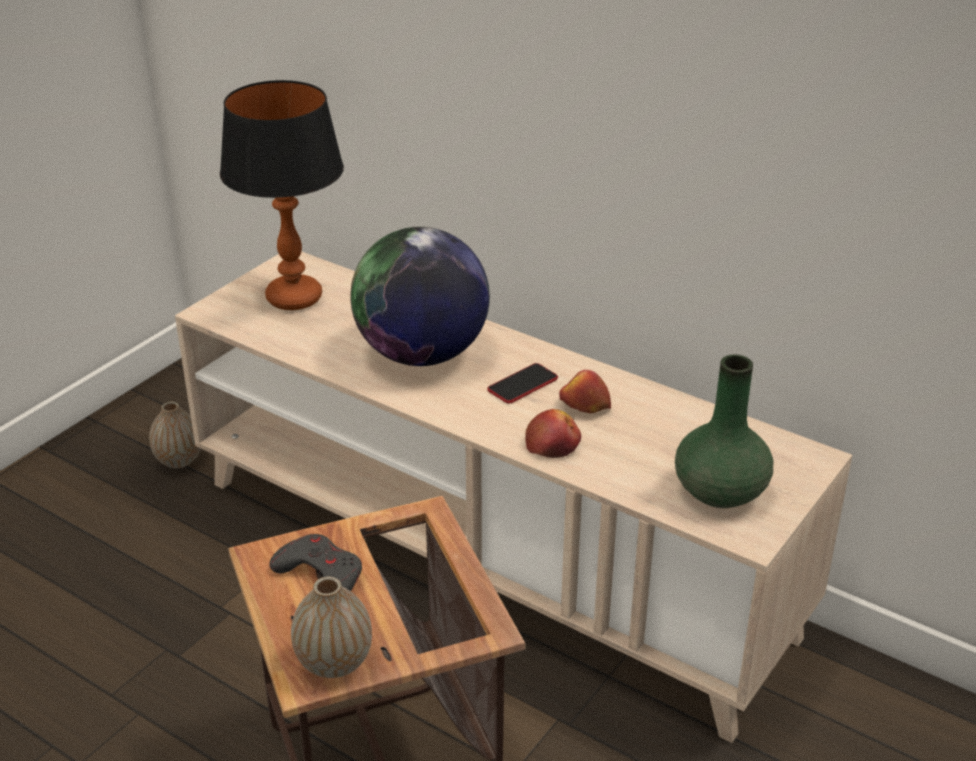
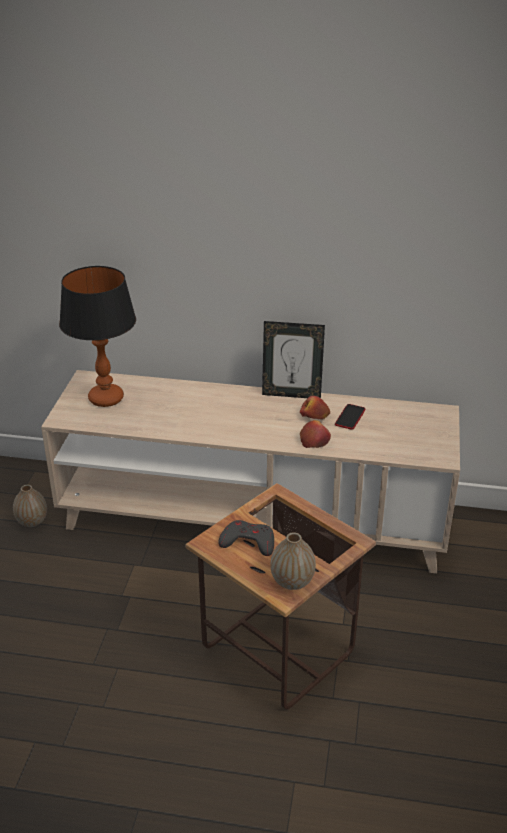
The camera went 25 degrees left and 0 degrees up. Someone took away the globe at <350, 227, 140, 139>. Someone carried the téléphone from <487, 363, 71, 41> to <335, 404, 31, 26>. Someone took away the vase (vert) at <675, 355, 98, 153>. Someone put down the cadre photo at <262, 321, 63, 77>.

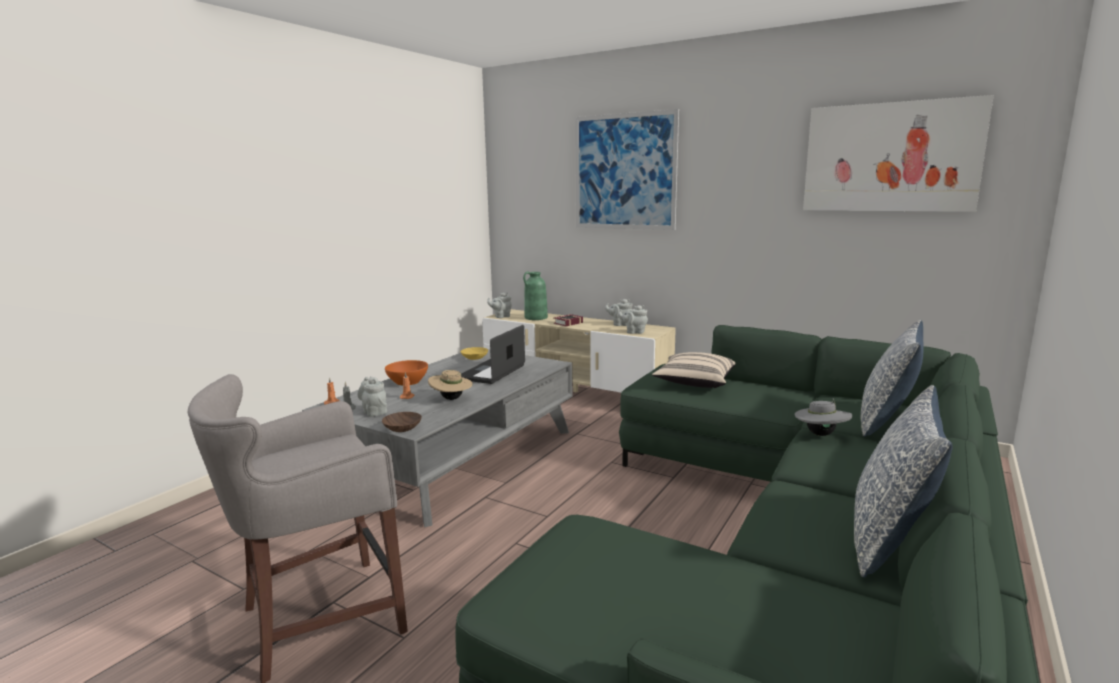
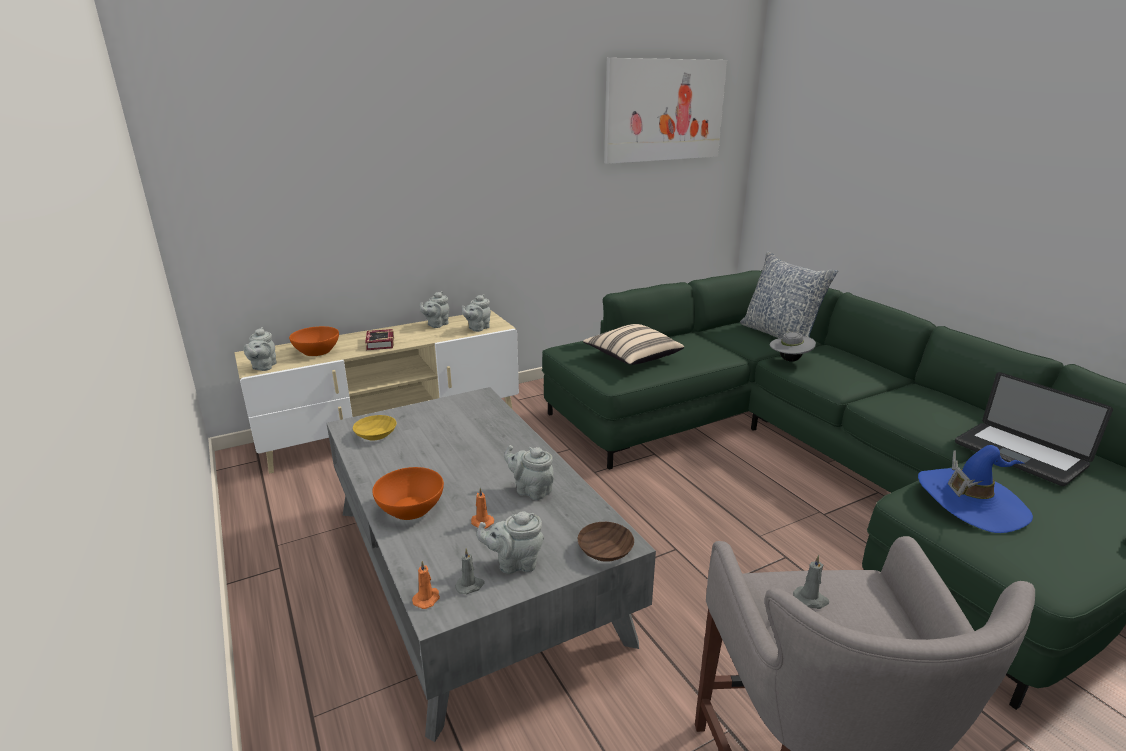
The camera went 60 degrees left and 10 degrees up. Someone swapped the chapeau (beige) at <428, 370, 45, 30> for the théière (gris) at <504, 445, 50, 55>. Someone carried the ordinateur portable from <461, 325, 64, 59> to <955, 372, 158, 114>. Someone swapped the vase (vert) at <523, 272, 25, 48> for the bol (orange) at <289, 326, 50, 30>. Someone took away the tableau at <575, 109, 104, 121>. Someone took away the coussin at <854, 385, 99, 193>. Someone put down the bougie (gris) at <793, 555, 36, 54>. Someone put down the chapeau (bleu) at <918, 445, 115, 88>.

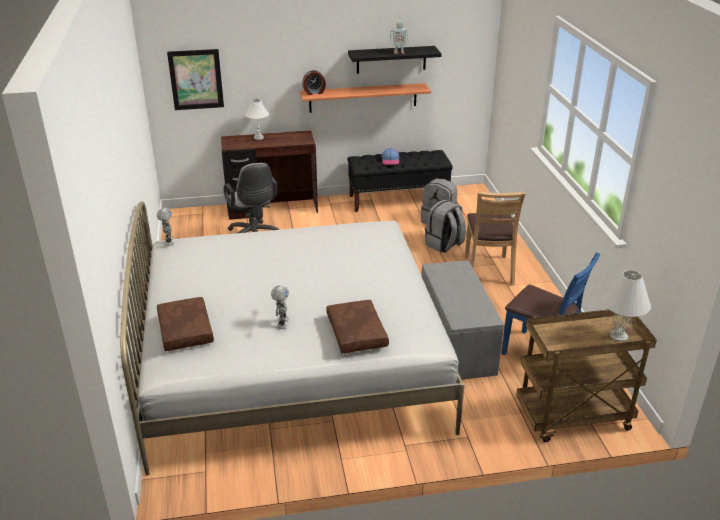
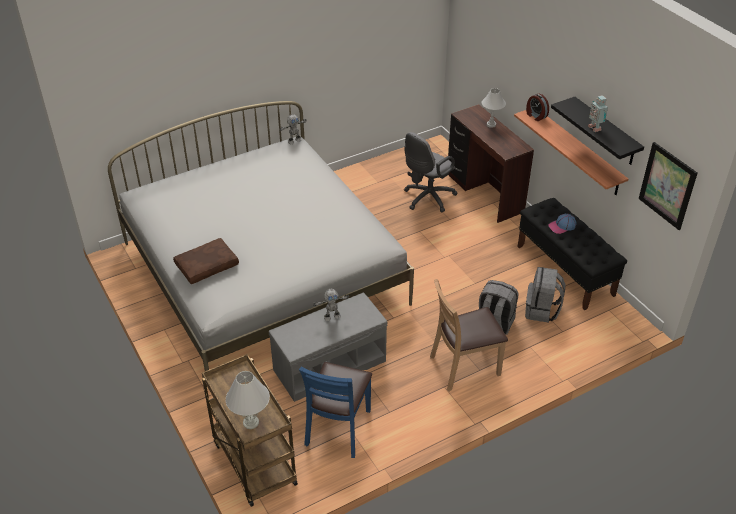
The camera went 70 degrees right and 10 degrees up. Someone took away the coussin (marron) at <157, 297, 57, 54>. Someone carried the tableau from <167, 49, 57, 61> to <639, 142, 58, 88>. Someone carried the robot jouet from <271, 285, 18, 44> to <313, 289, 36, 32>.

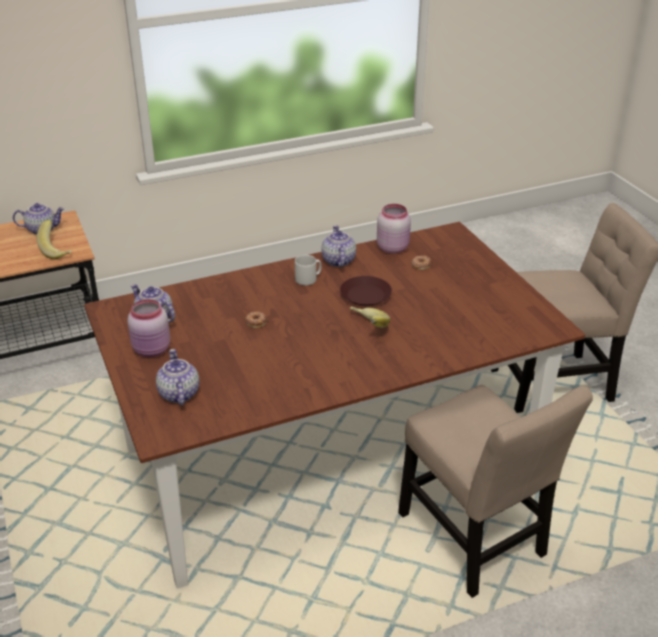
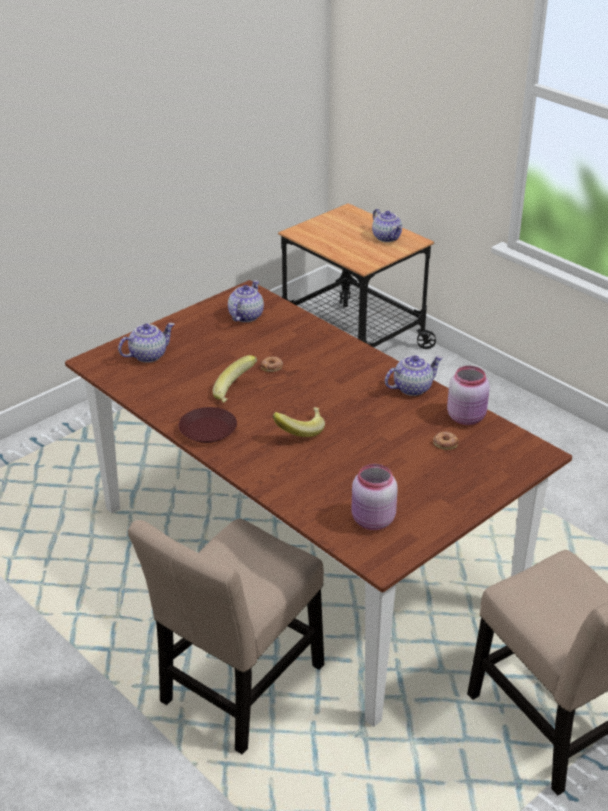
The camera went 70 degrees right and 0 degrees up. Someone carried the banane from <37, 220, 34, 39> to <213, 355, 44, 48>. Someone carried the bocal (rose) from <127, 299, 43, 58> to <351, 464, 46, 66>. Someone took away the mug (gris) at <295, 255, 26, 31>. Someone carried the assiette (marron) from <340, 276, 52, 30> to <178, 407, 59, 36>.

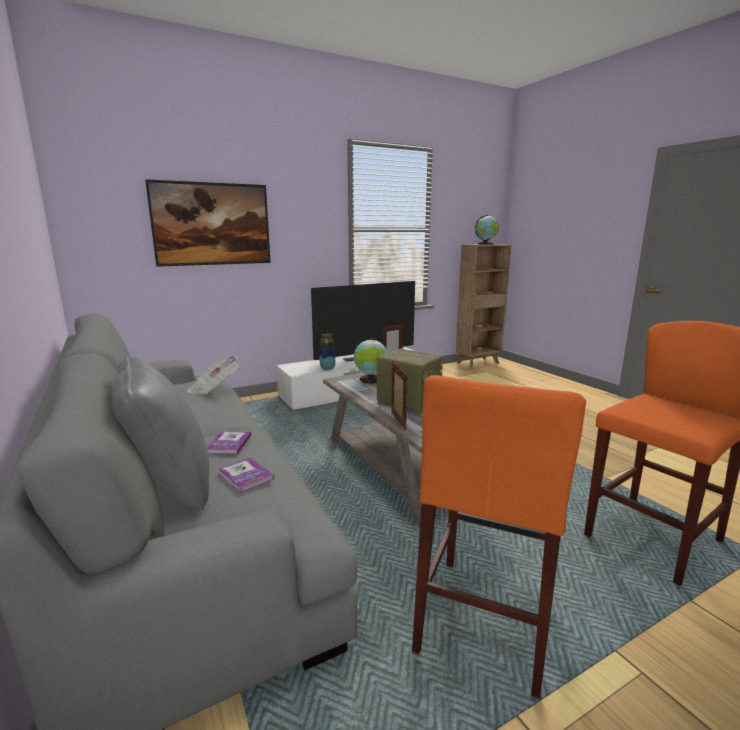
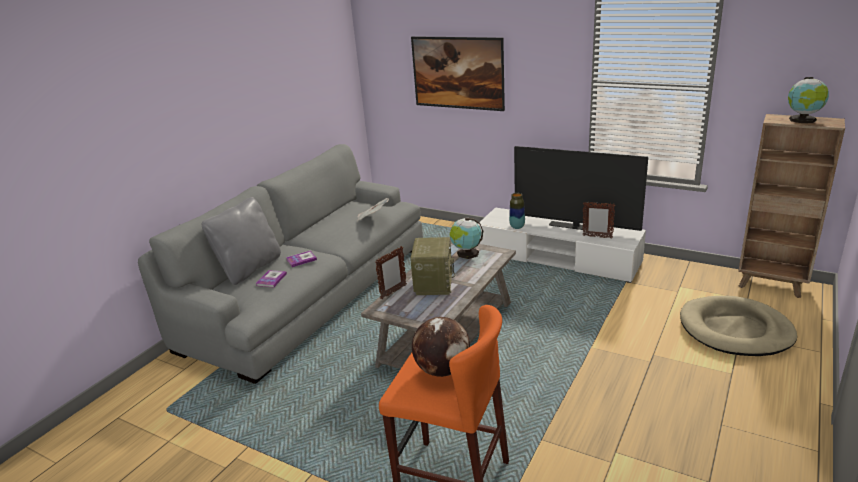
The camera went 60 degrees right and 10 degrees up. Someone took away the tabouret (orange) at <412, 375, 174, 324>. Someone put down the globe at <412, 317, 58, 60>. Someone put down the panier pour chien (beige) at <680, 296, 117, 60>.

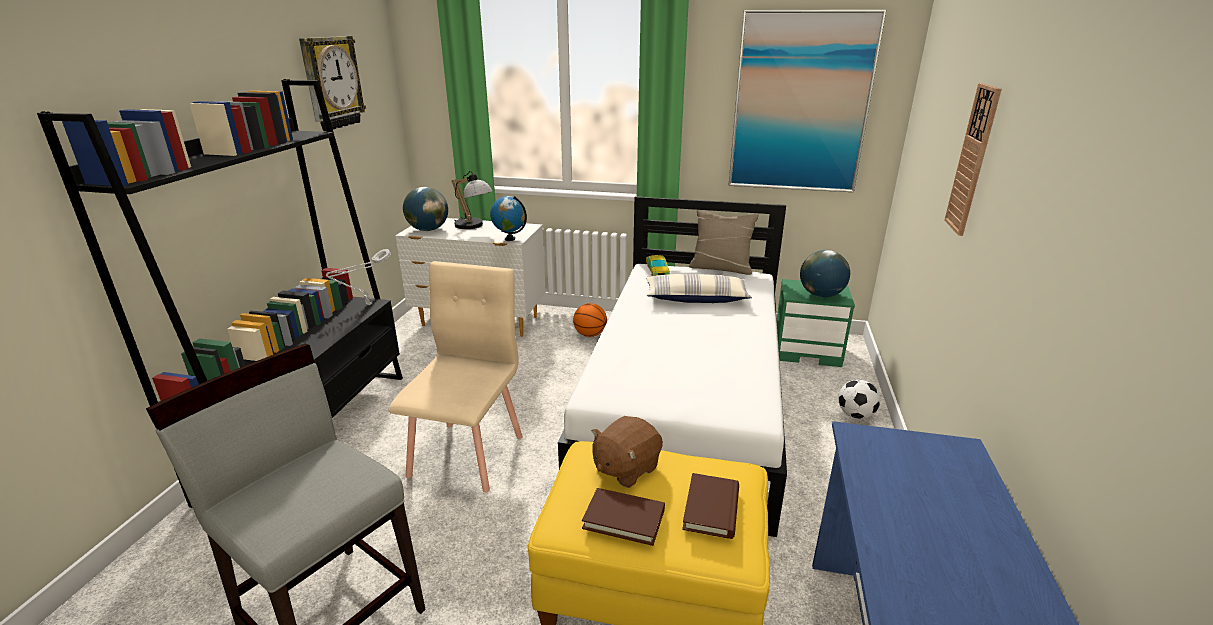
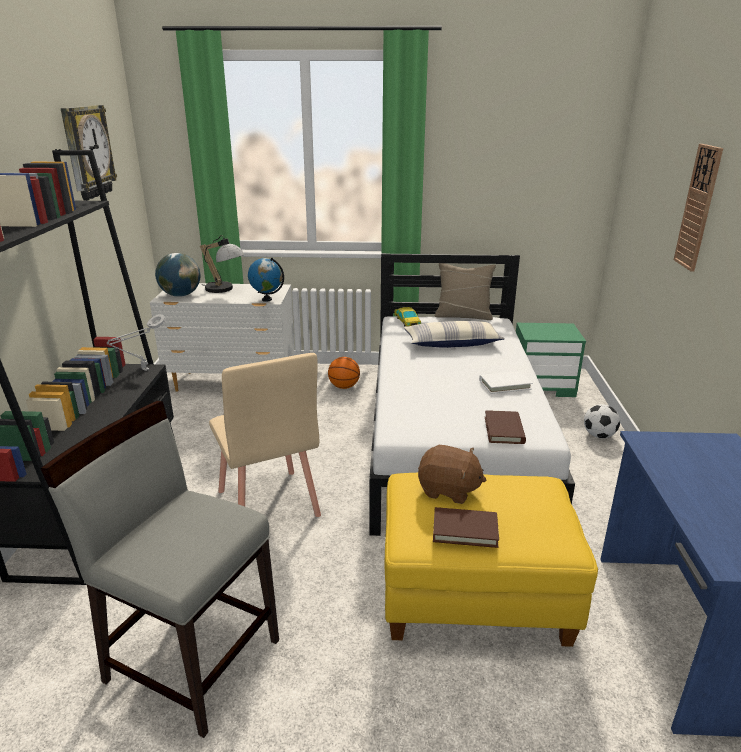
The camera went 10 degrees left and 0 degrees up. Someone rotated the chaise (beige) at <389, 261, 134, 232> by 150 degrees clockwise. Someone rotated the peluche (marron) at <591, 416, 72, 72> by 105 degrees counterclockwise. Someone carried the livre (marron) from <682, 473, 57, 66> to <485, 410, 41, 34>. Someone took away the tableau at <728, 10, 158, 182>. Someone took away the globe at <800, 250, 50, 48>. Someone put down the livre (blanc) at <479, 371, 54, 23>.

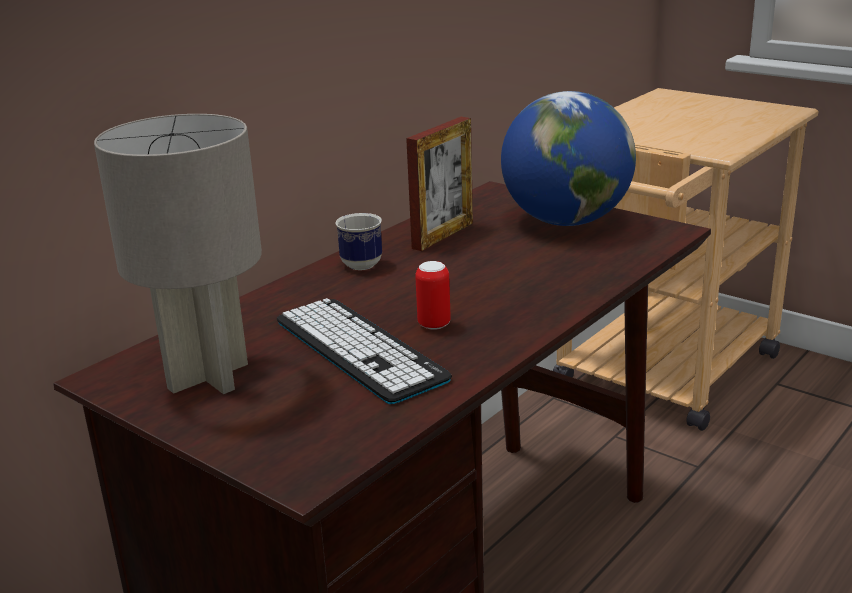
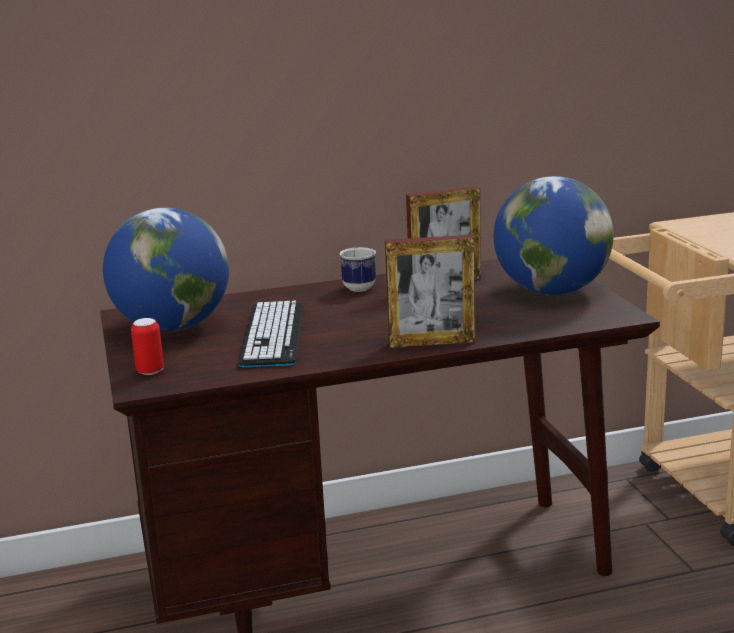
The camera went 35 degrees right and 5 degrees down. Someone swapped the lampe de table (gris) at <94, 114, 168, 280> for the globe at <103, 208, 126, 124>. Someone carried the boîte métallique from <415, 261, 36, 69> to <131, 318, 33, 57>. Someone put down the cadre photo at <385, 235, 90, 113>.

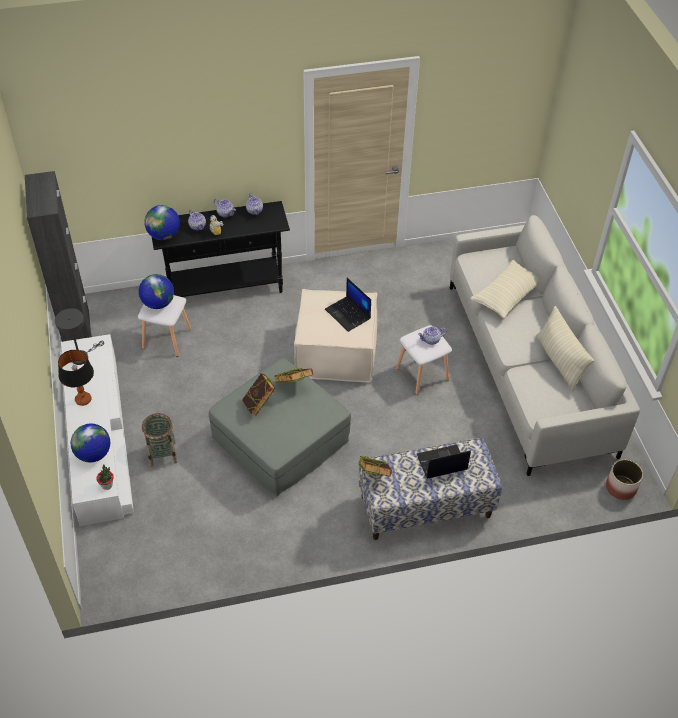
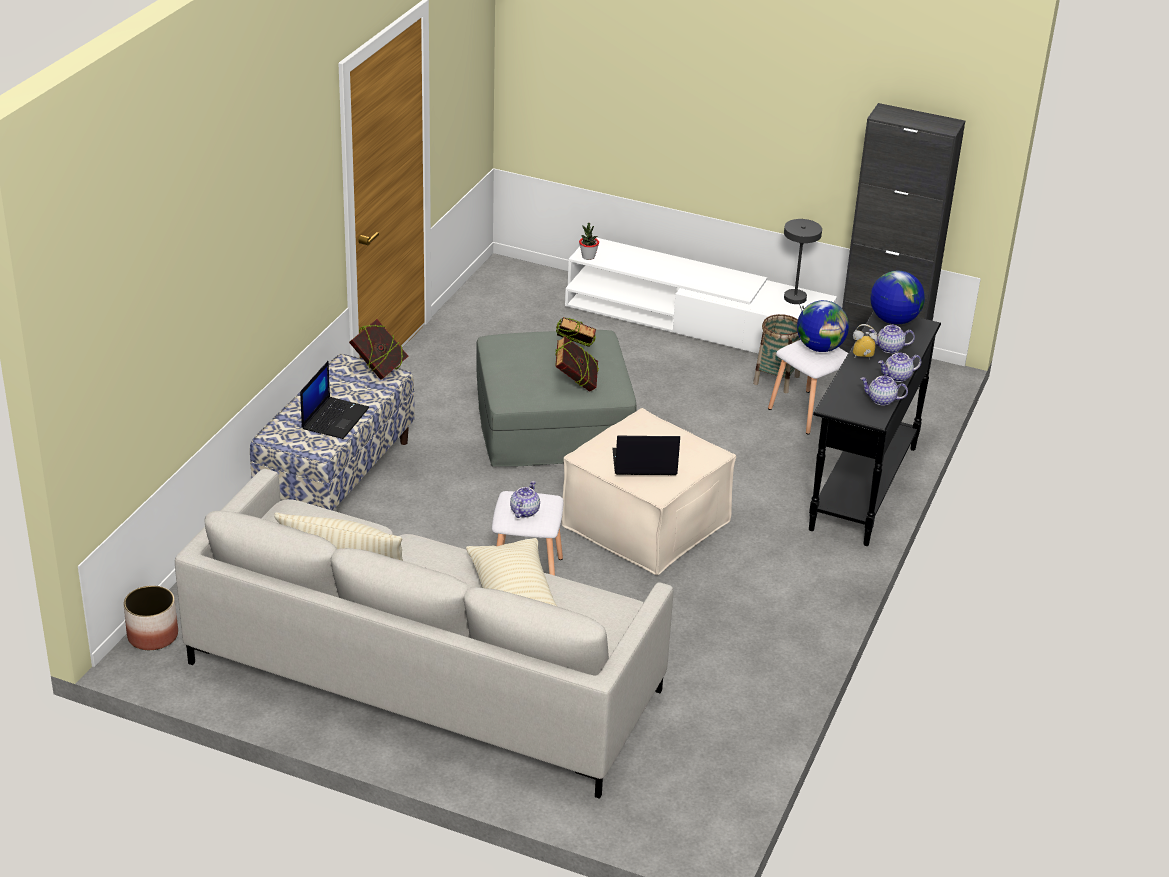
The camera went 125 degrees right and 15 degrees down. Someone took away the lampe de table at <58, 350, 36, 56>. Someone took away the globe at <70, 424, 40, 39>. Someone carried the panier from <142, 413, 36, 54> to <753, 314, 48, 79>.

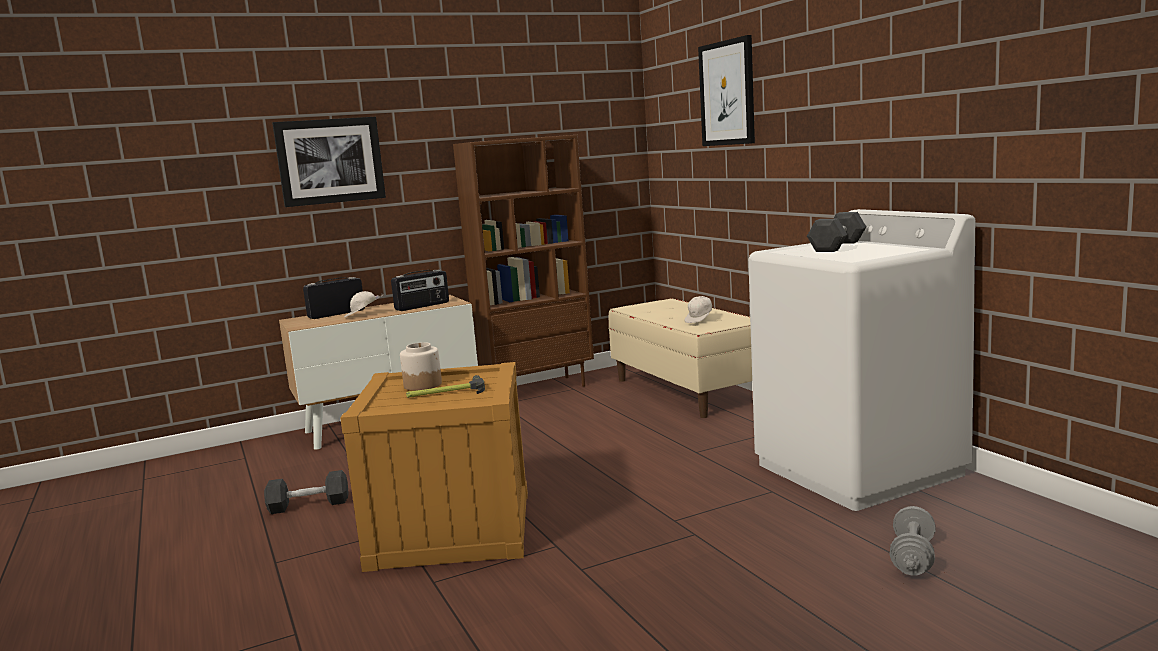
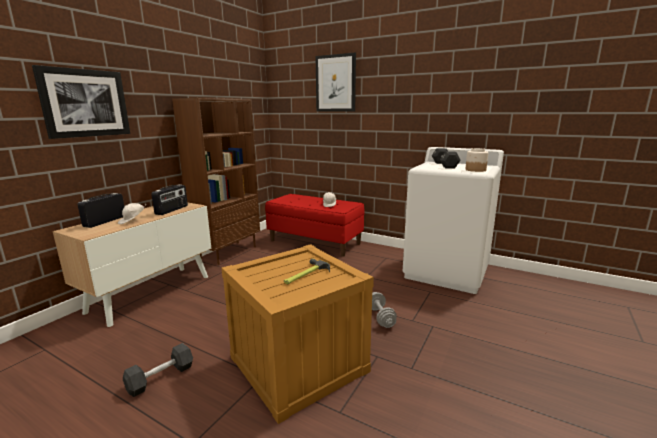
The camera went 35 degrees left and 5 degrees up. Someone carried the bocal from <400, 342, 42, 49> to <466, 148, 22, 24>. Someone repainted the banc (beige) at <609, 298, 143, 120>, which became the banc (rouge) at <265, 194, 99, 63>. Someone carried the haltère (gris) from <889, 506, 47, 70> to <372, 292, 25, 36>.

